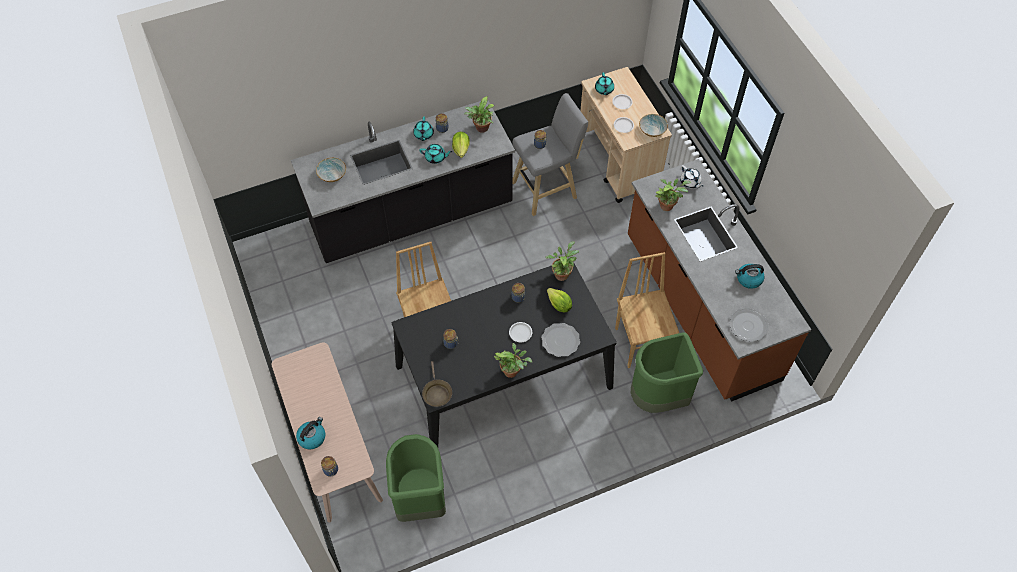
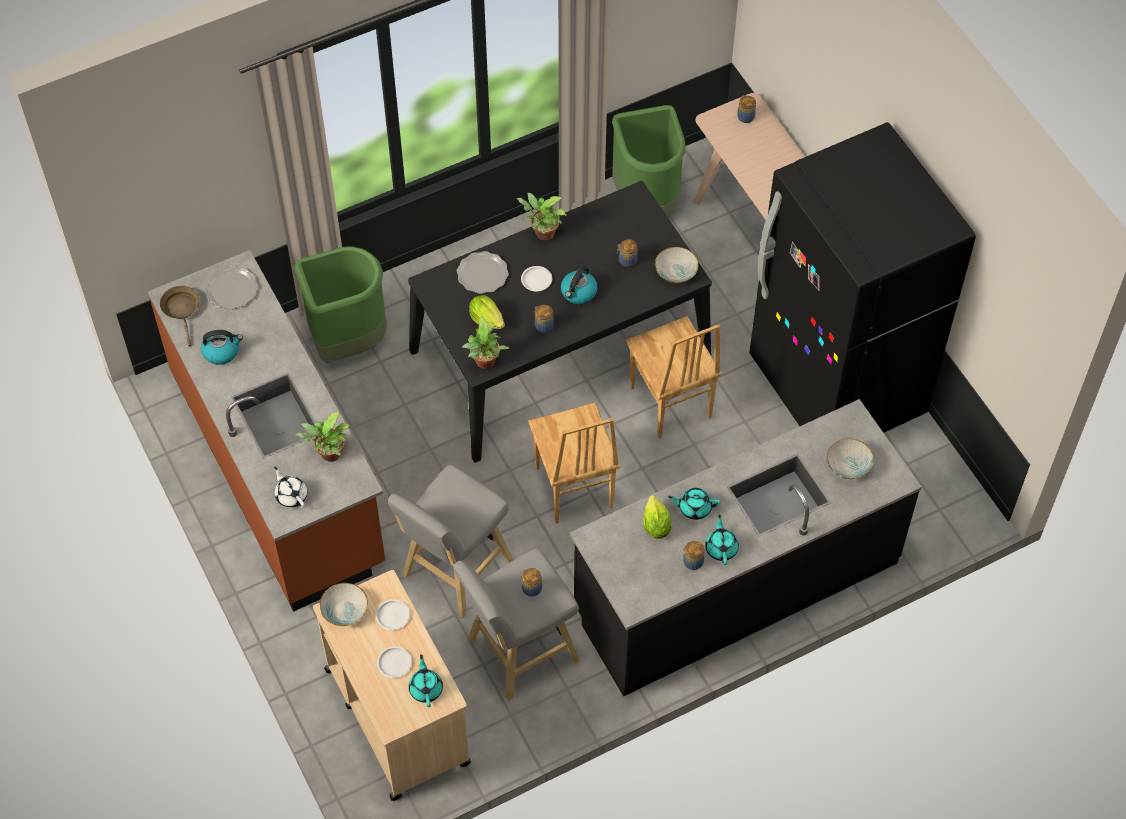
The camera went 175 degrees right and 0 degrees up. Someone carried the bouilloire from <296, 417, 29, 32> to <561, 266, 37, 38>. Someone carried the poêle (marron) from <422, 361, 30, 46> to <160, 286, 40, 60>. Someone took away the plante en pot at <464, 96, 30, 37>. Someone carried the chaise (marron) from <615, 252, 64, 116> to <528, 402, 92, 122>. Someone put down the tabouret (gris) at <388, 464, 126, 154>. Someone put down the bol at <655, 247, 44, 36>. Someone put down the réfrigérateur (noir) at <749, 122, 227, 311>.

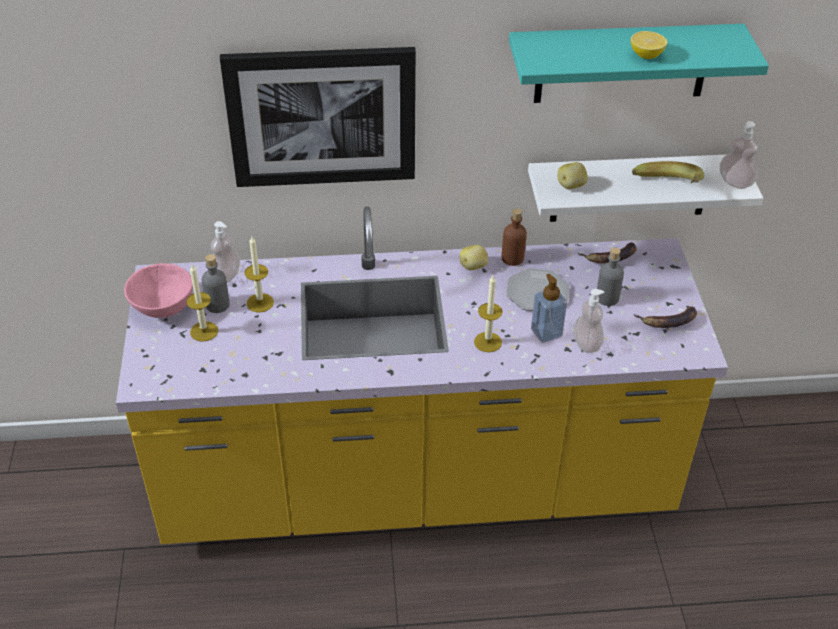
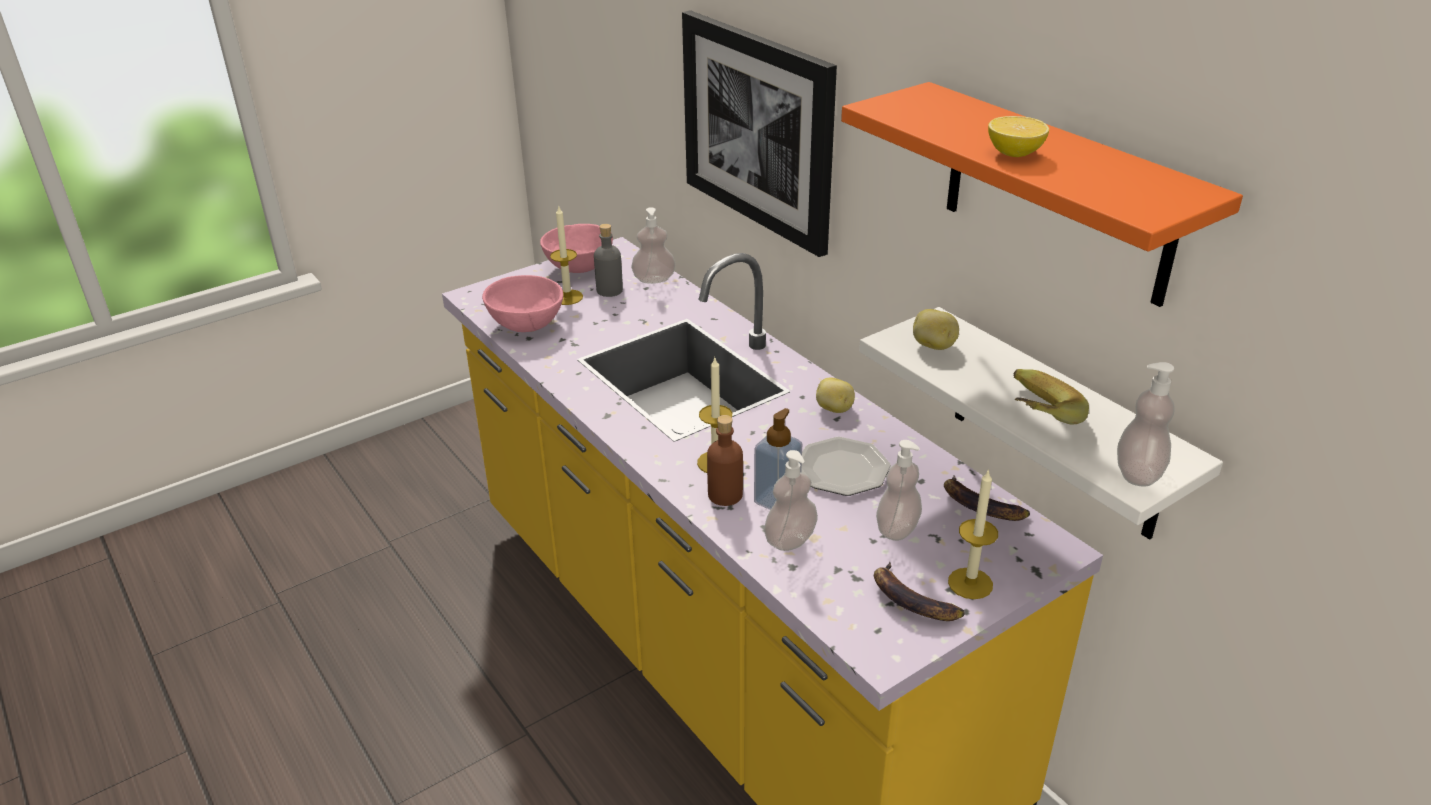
The camera went 60 degrees right and 10 degrees down. Someone carried the bougie from <244, 236, 30, 76> to <948, 469, 50, 130>. Someone carried the bouteille (marron) from <501, 208, 26, 58> to <707, 415, 36, 91>. Someone repainted the étagère (turquoise) at <509, 24, 260, 79>, which became the étagère (orange) at <841, 82, 402, 225>. Someone swapped the bouteille (gris) at <597, 247, 27, 59> for the distributeur de savon at <876, 440, 46, 101>. Someone put down the bol (rose) at <482, 275, 81, 57>.

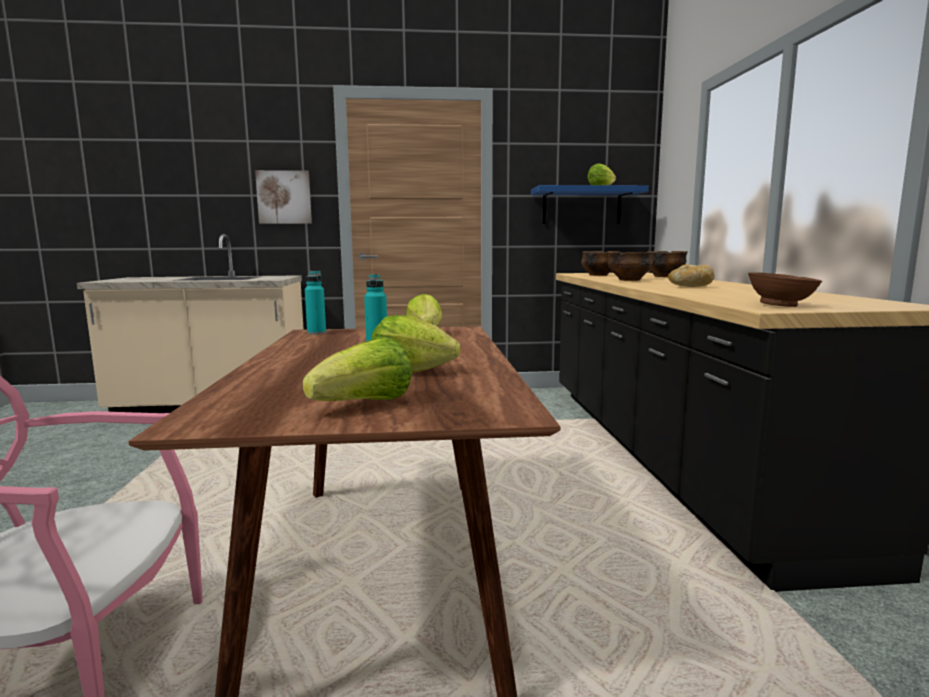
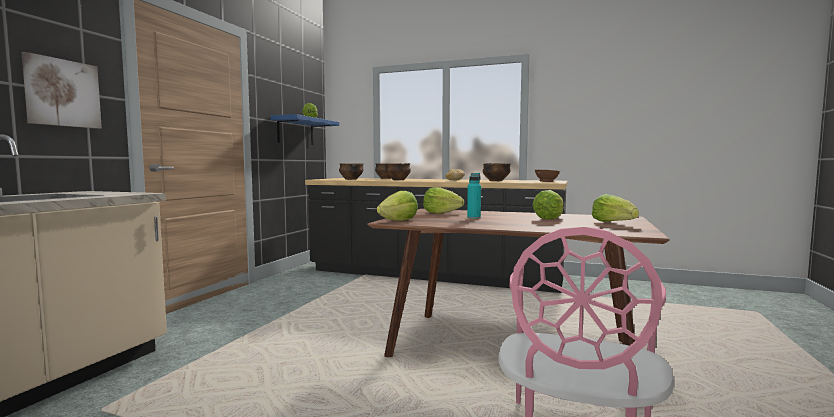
The camera went 65 degrees left and 5 degrees down. Someone swapped the bouteille (turquoise) at <305, 271, 21, 64> for the laitue at <377, 191, 41, 30>. Someone put down the bol at <483, 163, 28, 18>.

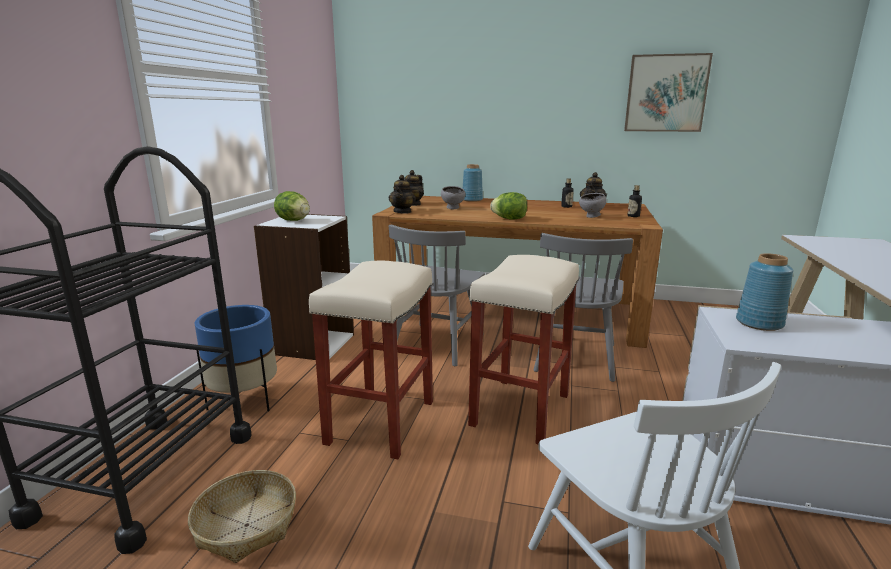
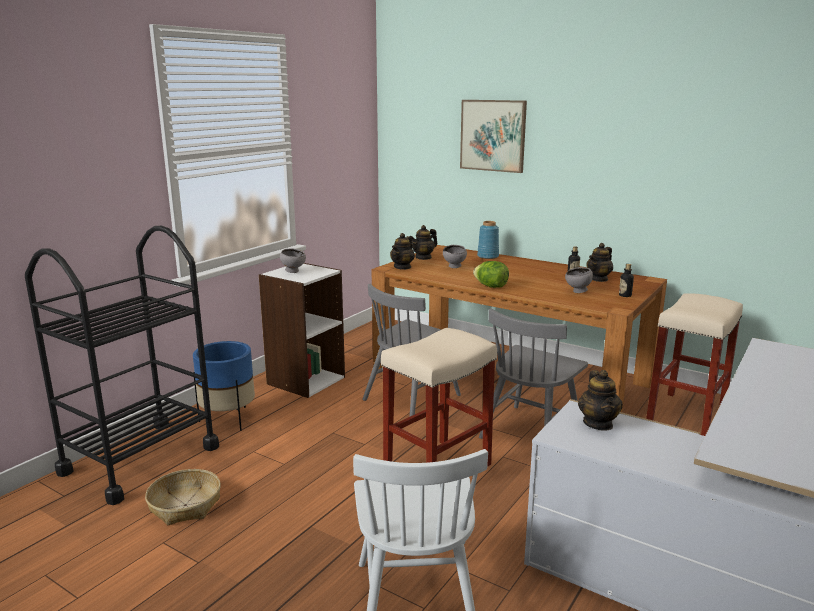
The camera went 20 degrees right and 0 degrees up. Someone swapped the laitue at <274, 191, 36, 30> for the bol (gris) at <280, 248, 26, 25>. Someone carried the tabouret (beige) from <309, 261, 124, 198> to <646, 293, 97, 143>. Someone carried the tableau from <624, 53, 89, 79> to <460, 100, 67, 73>. Someone swapped the vase (bleu) at <736, 253, 57, 78> for the théière at <578, 370, 45, 61>.

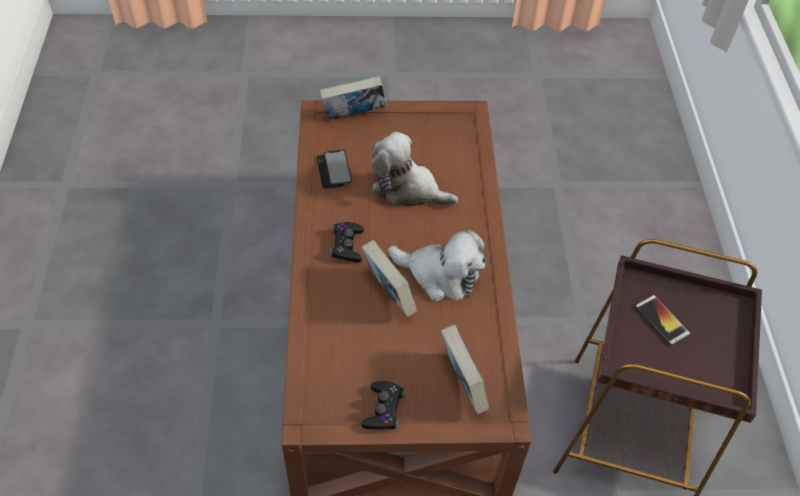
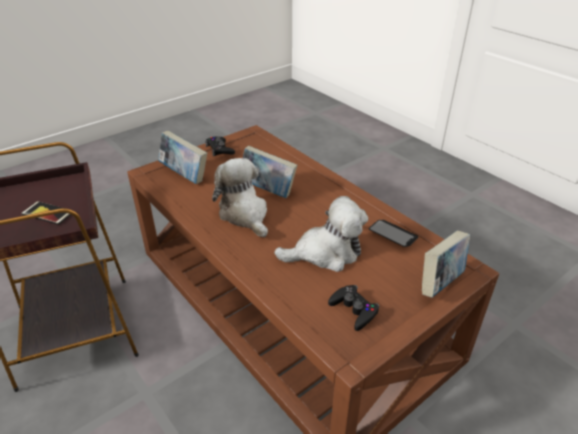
The camera went 145 degrees right and 15 degrees down. Someone carried the manette (noir) from <330, 222, 34, 41> to <328, 285, 52, 46>. Someone rotated the peluche at <388, 230, 98, 71> by 75 degrees clockwise.

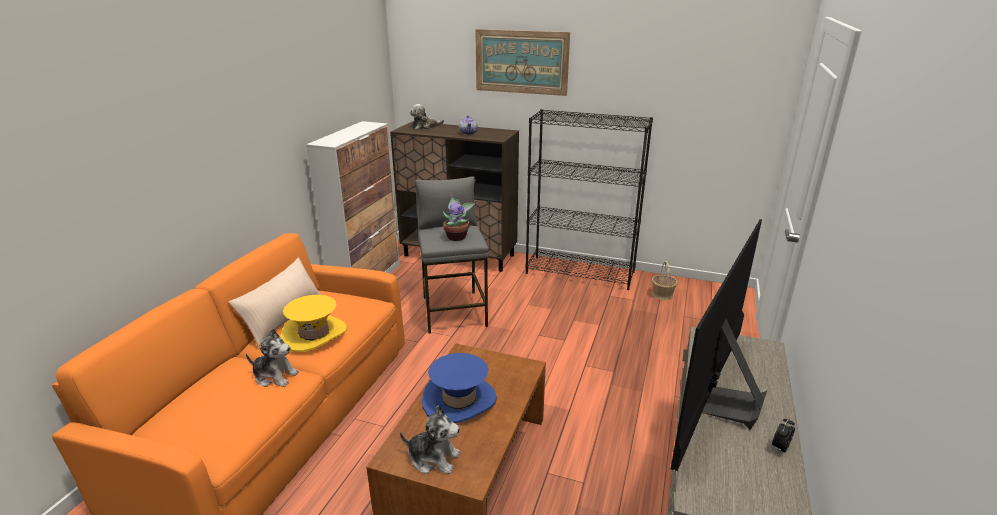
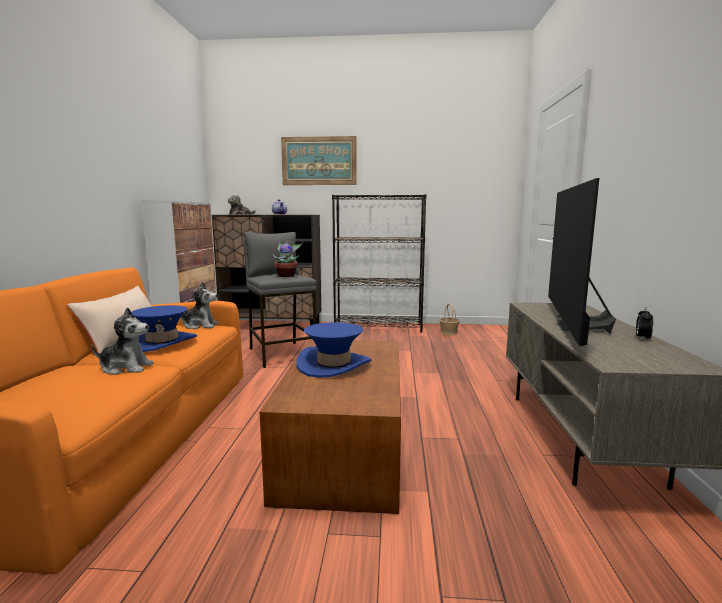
The camera went 15 degrees left and 15 degrees down. Someone repainted the chapeau (jaune) at <280, 295, 67, 57>, which became the chapeau (bleu) at <131, 305, 66, 47>. Someone carried the peluche from <400, 405, 61, 69> to <180, 282, 39, 47>.

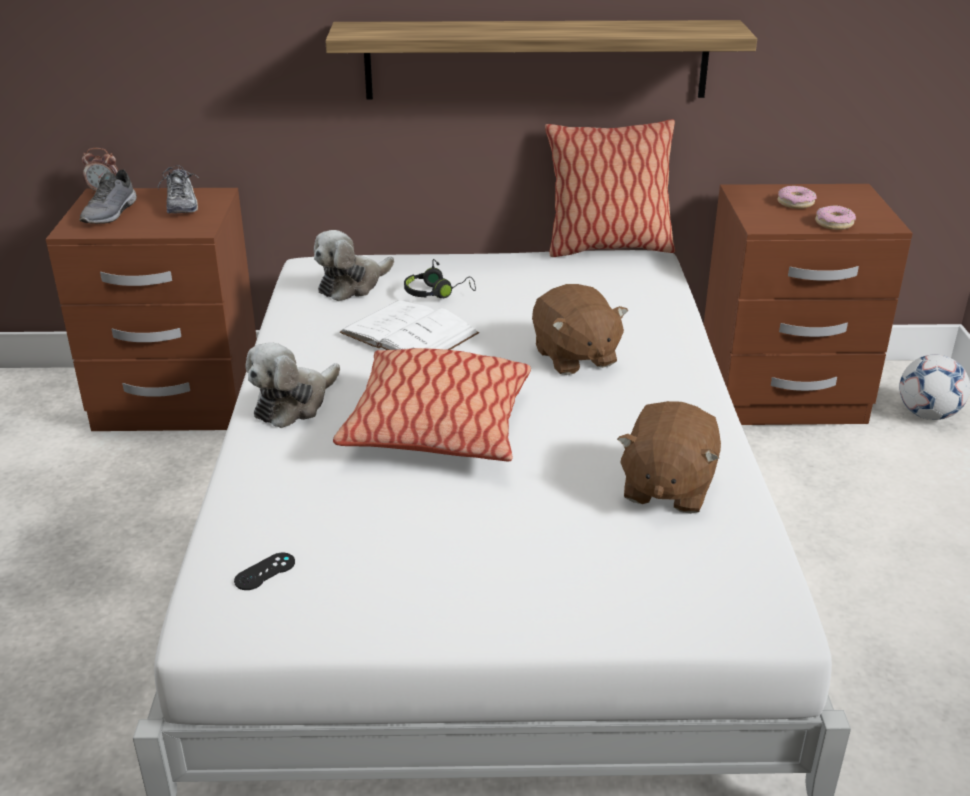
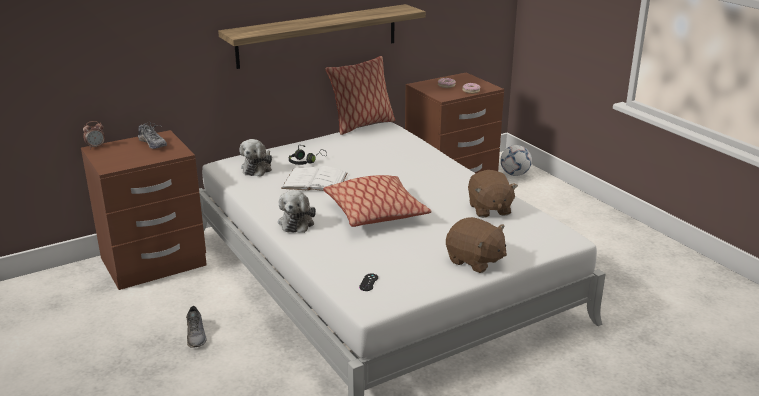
The camera went 30 degrees left and 5 degrees down. Someone carried the chaussure (gris) from <79, 169, 58, 55> to <186, 306, 21, 42>. Someone carried the peluche (marron) from <532, 284, 96, 91> to <446, 217, 61, 56>.

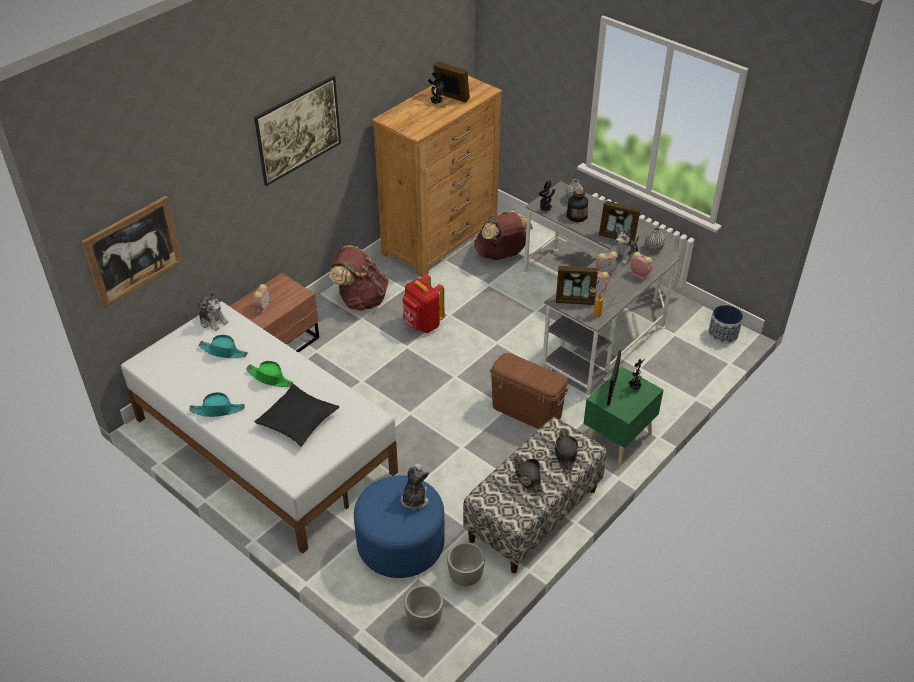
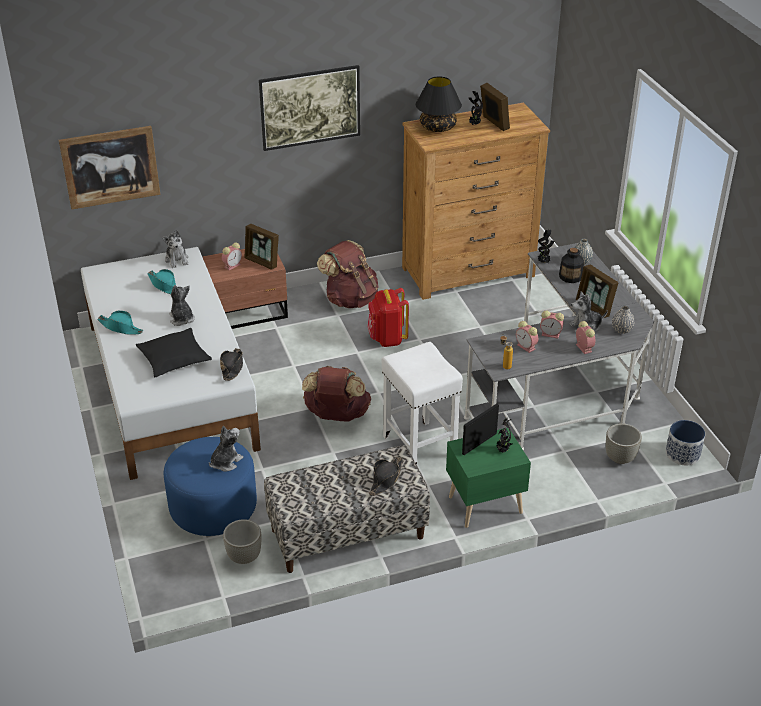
The camera went 30 degrees right and 5 degrees down. Someone swapped the chapeau (vert) at <246, 361, 47, 26> for the peluche at <169, 285, 26, 41>. Someone carried the cache-pot (gris) from <404, 585, 39, 46> to <606, 423, 36, 41>. Someone carried the sac à dos (marron) from <474, 212, 59, 48> to <302, 366, 69, 56>. Someone swapped the boîte de rangement (marron) at <490, 353, 78, 76> for the tabouret (blanc) at <382, 342, 81, 123>. Someone carried the chapeau (noir) from <514, 456, 30, 39> to <220, 349, 23, 32>. Someone carried the cadre photo from <556, 266, 42, 39> to <244, 224, 35, 46>. Someone put down the lampe de table (noir) at <416, 76, 46, 56>.

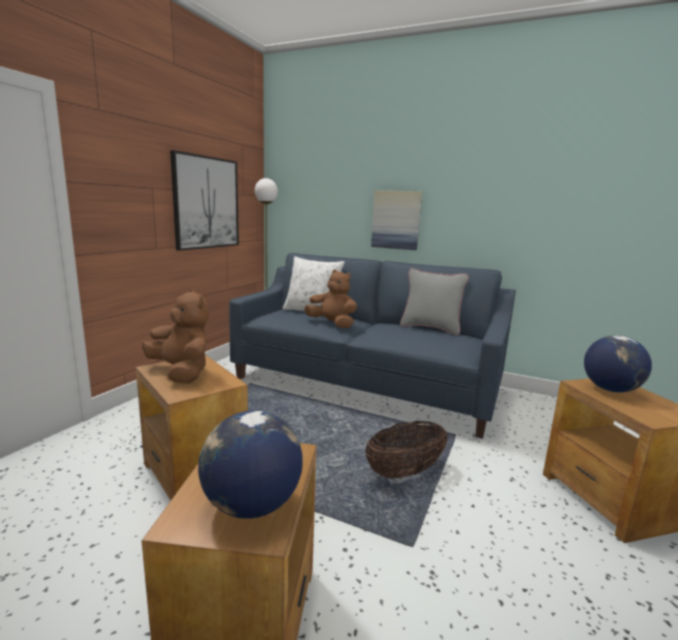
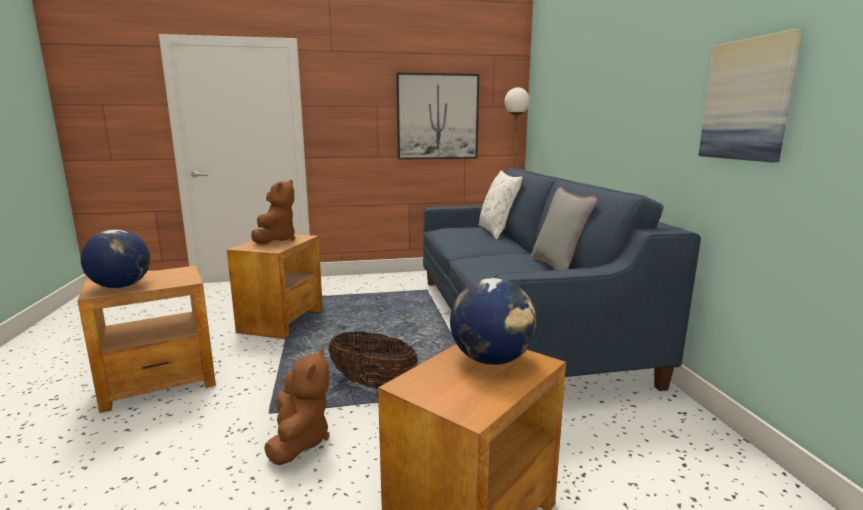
The camera went 55 degrees right and 0 degrees up. Someone carried the peluche (marron) from <304, 270, 53, 58> to <264, 349, 66, 116>. Someone carried the tableau from <371, 190, 51, 60> to <698, 29, 105, 133>.

